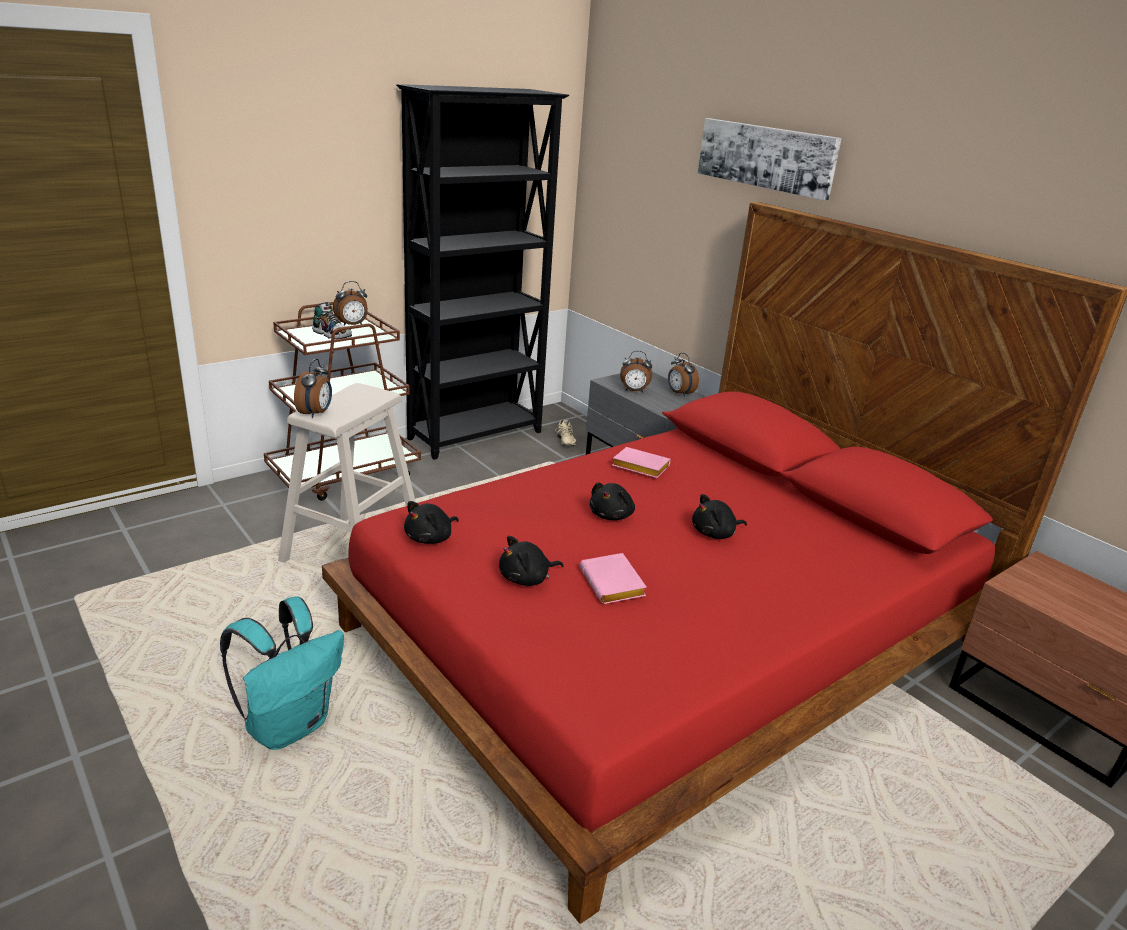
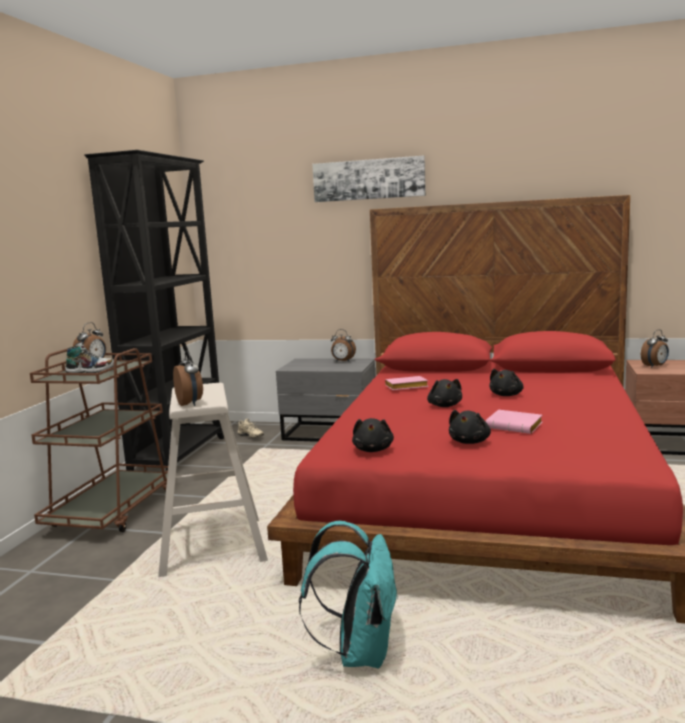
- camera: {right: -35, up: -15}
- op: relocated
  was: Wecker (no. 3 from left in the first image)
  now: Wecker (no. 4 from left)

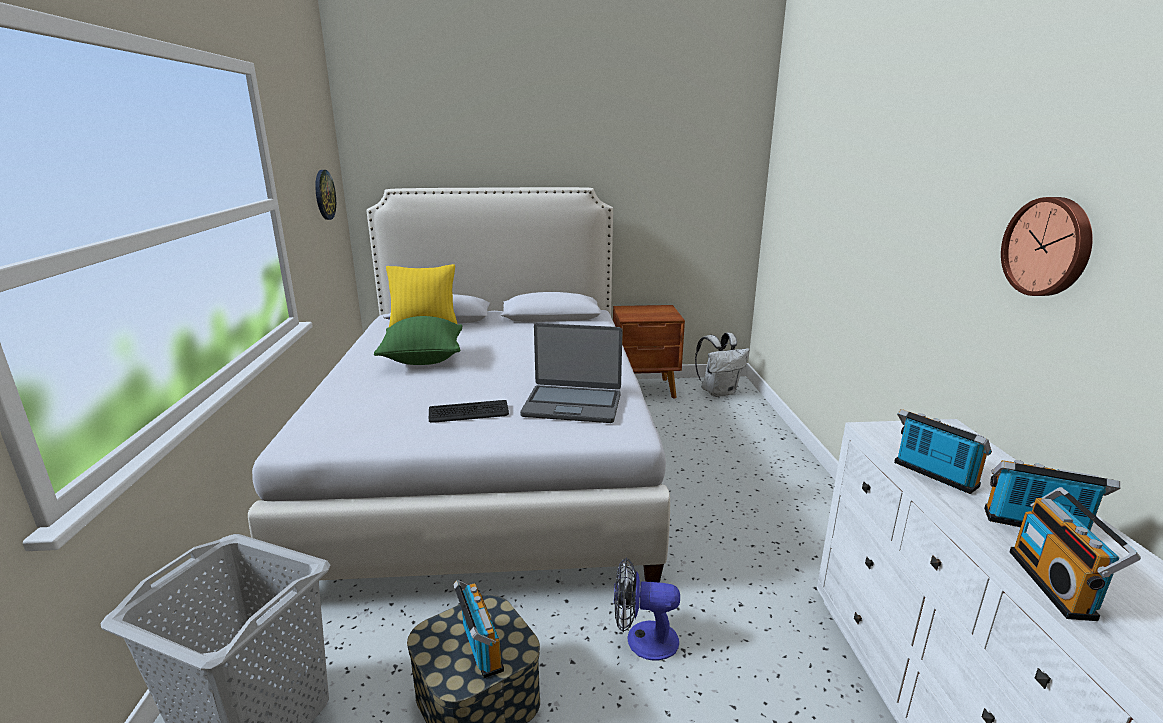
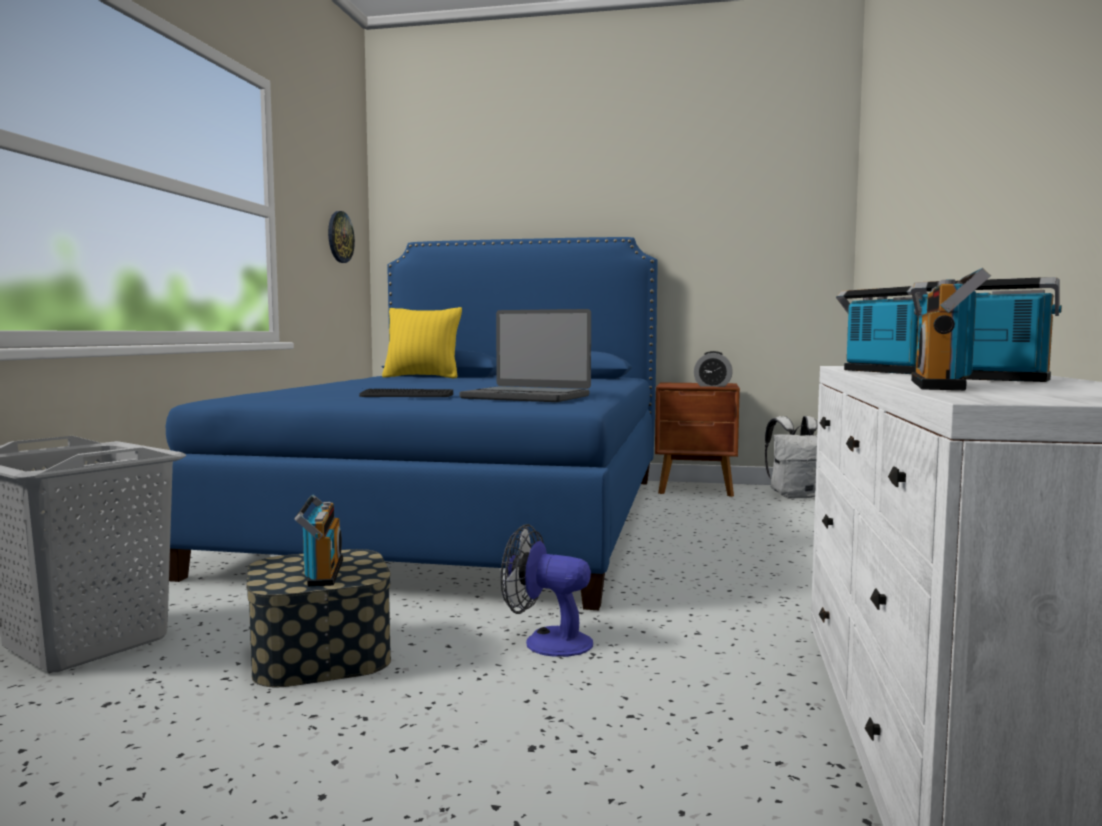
- camera: {right: 15, up: -15}
- op: colour
  was: Bett (weiß)
  now: Bett (blau)
- op: missing
  was: Wanduhr (no. 2 from left)
- op: missing
  was: Kissen (grün)
- op: appeared
  now: Wecker

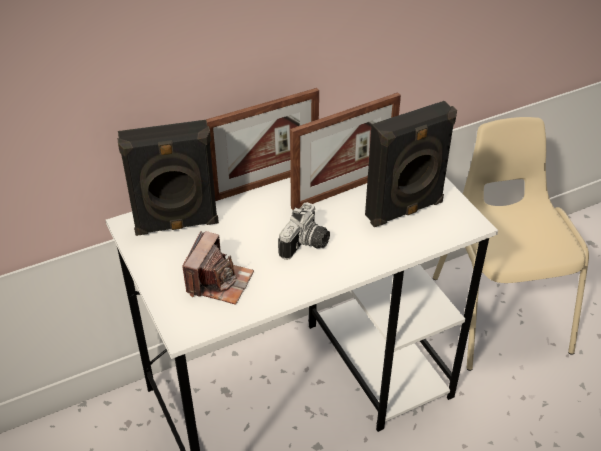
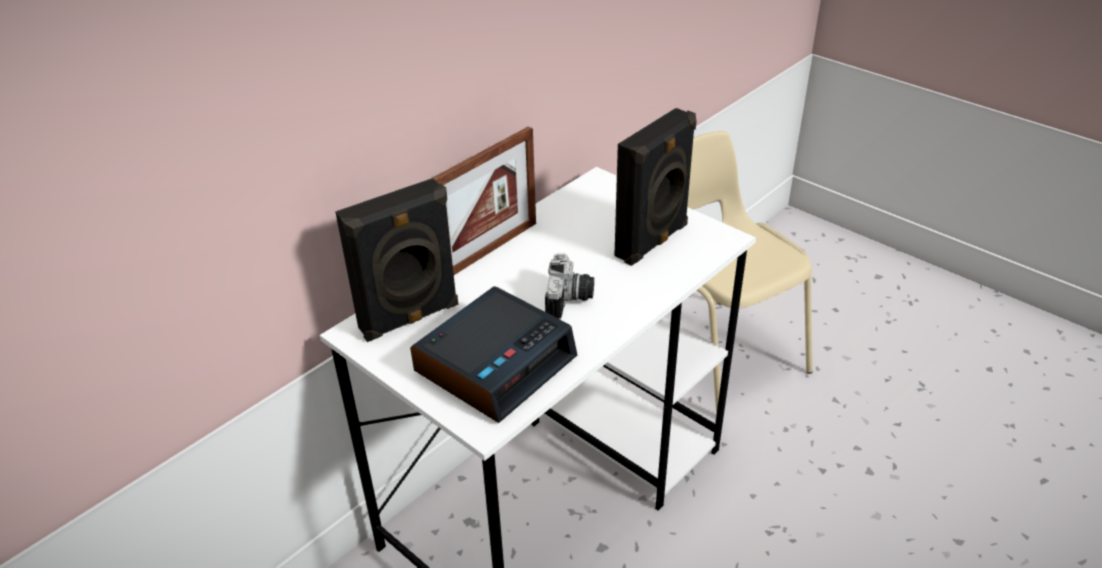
- camera: {right: -20, up: -5}
- op: missing
  was: Bilderrahmen (no. 2 from left)
- op: exchanged
  was: Kamera (no. 1 from left)
  now: Wecker

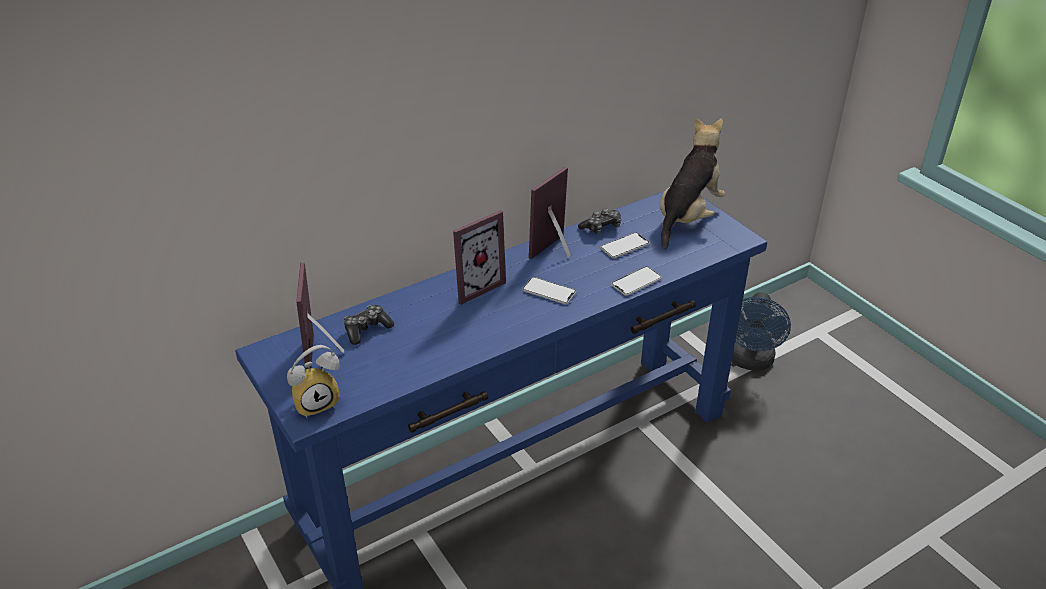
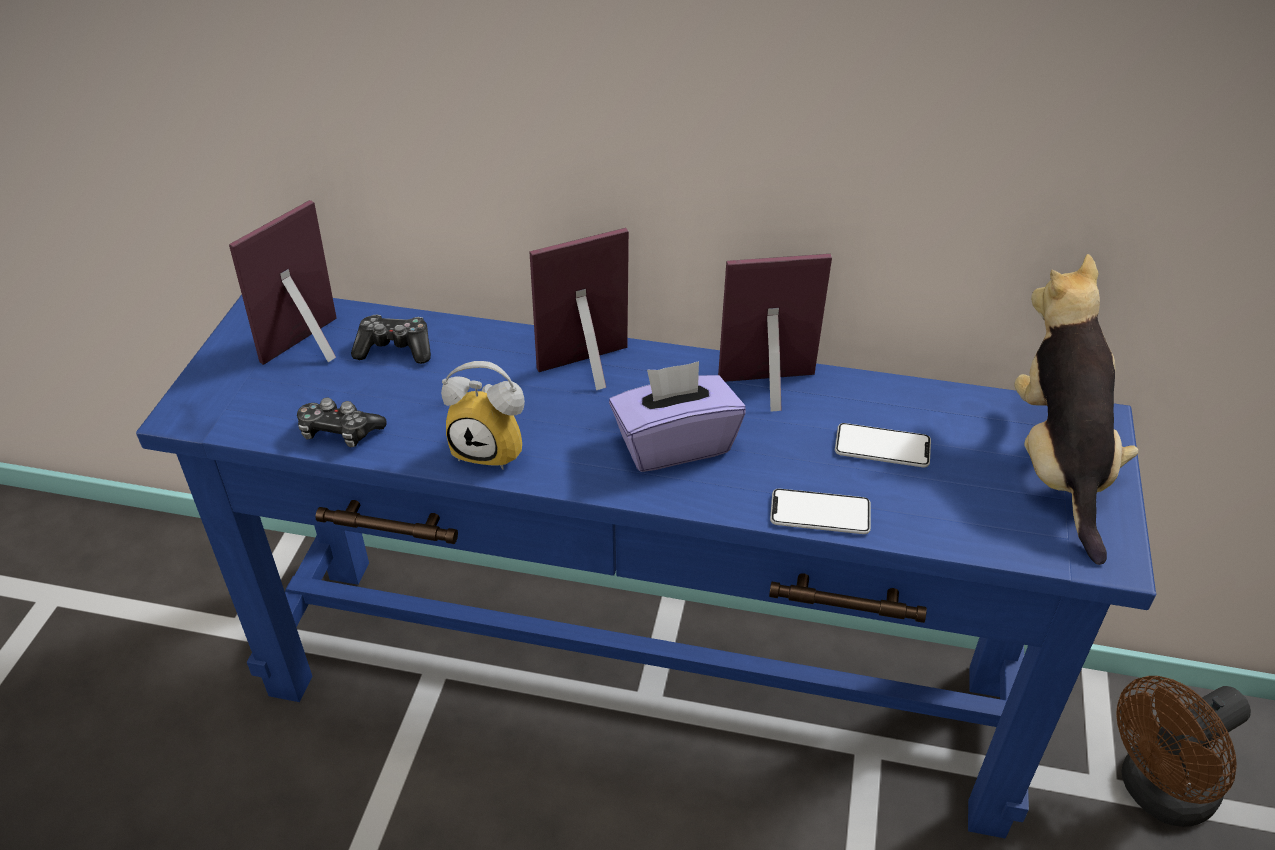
- camera: {right: 45, up: 5}
- op: spun
  was: Plüschtier
  clockwise: -75
- op: relocated
  was: Gamepad (no. 2 from left in the first image)
  now: Gamepad (no. 1 from left)
- op: spun
  was: Bilderrahmen (no. 2 from left)
  clockwise: 150
- op: exchanged
  was: Handy (no. 1 from left)
  now: Taschentuchbox (lila)
- op: colour
  was: Ventilator (blau)
  now: Ventilator (braun)
- op: relocated
  was: Wecker

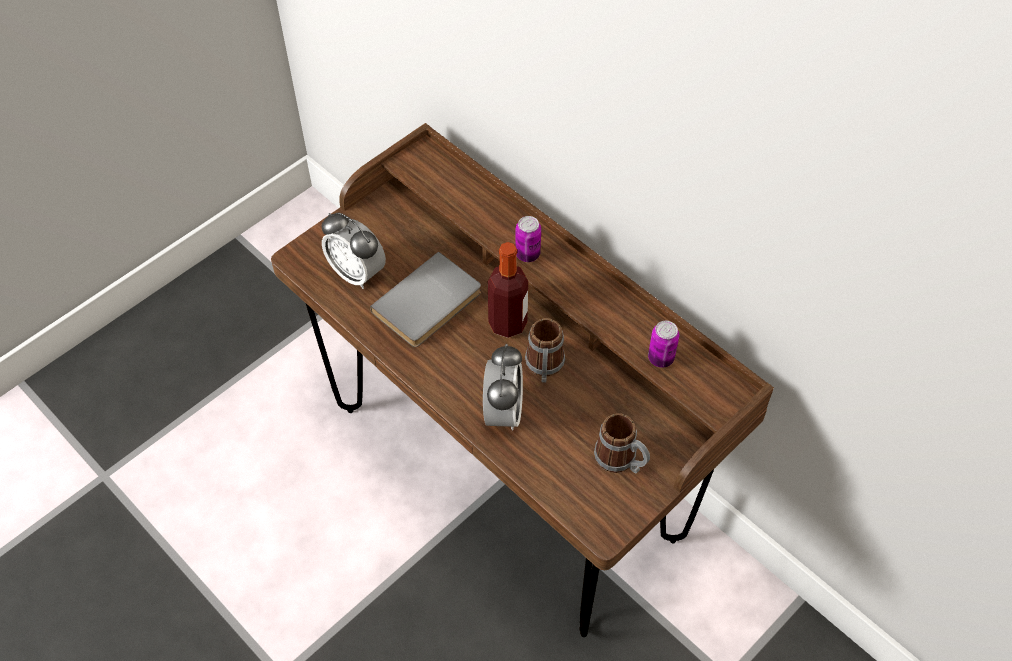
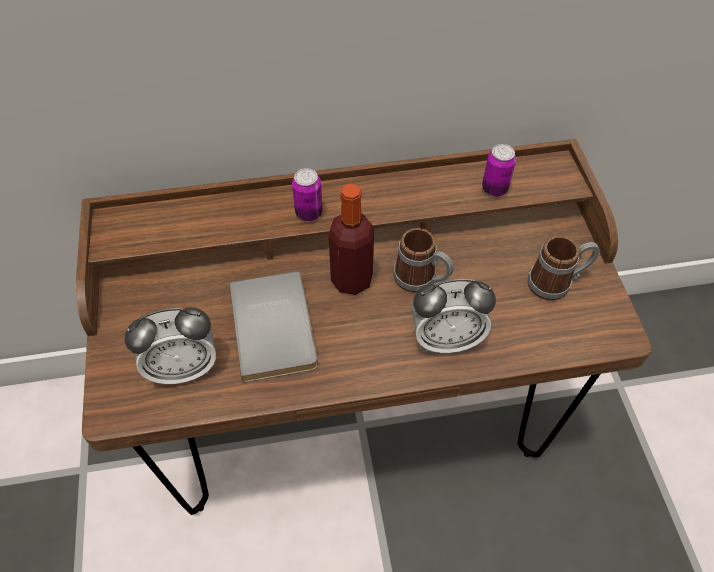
- camera: {right: -55, up: 0}
- op: spun
  was: Wecker (no. 2 from left)
  clockwise: 135

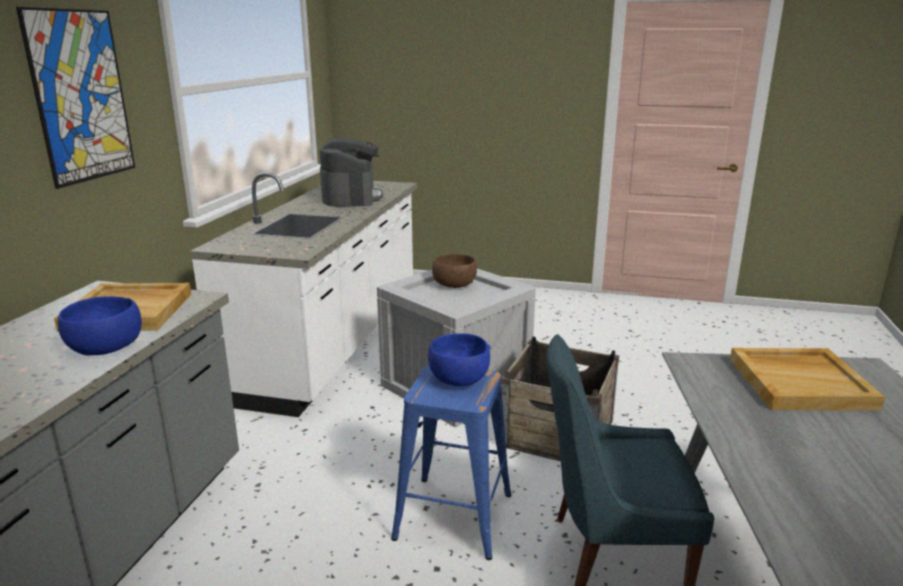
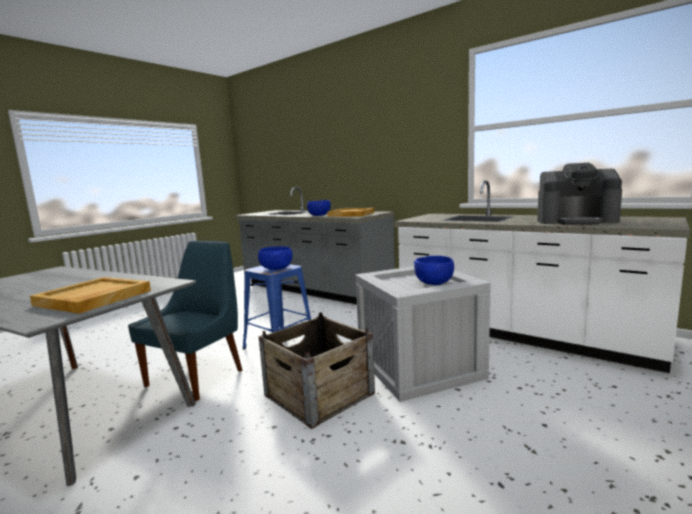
- camera: {right: 115, up: -10}
- op: missing
  was: Bild
- op: colour
  was: Schüssel (braun)
  now: Schüssel (blau) (no. 3 from left)

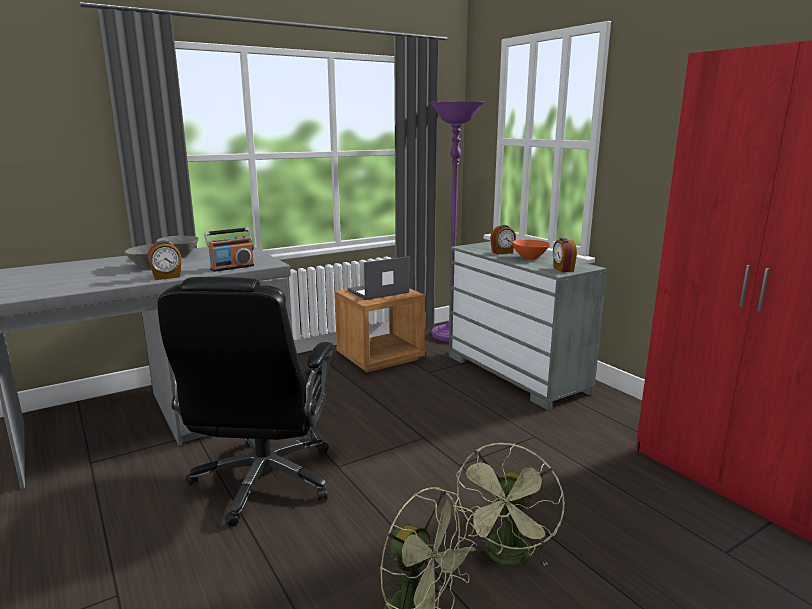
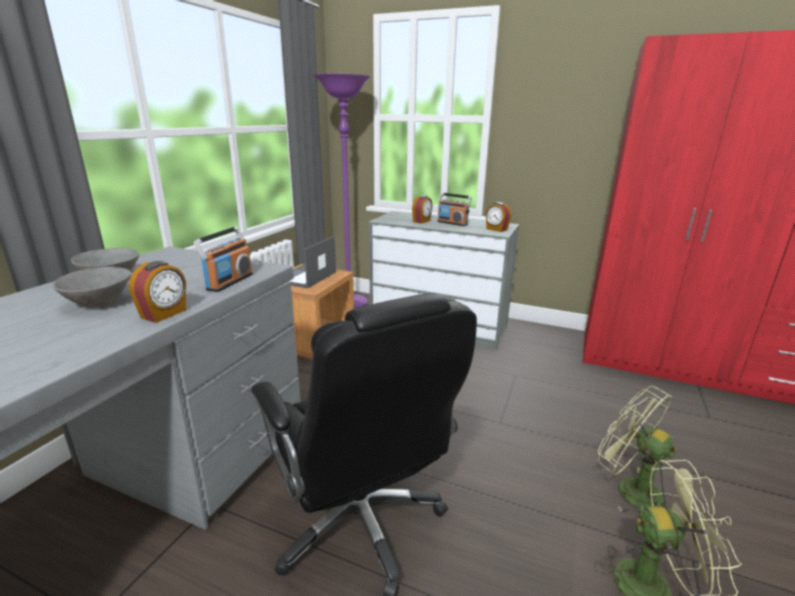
- camera: {right: -35, up: 5}
- op: exchanged
  was: Schüssel (orange)
  now: Radio (no. 2 from left)
- op: spun
  was: Ventilator (grün) (no. 2 from left in the first image)
  clockwise: 150

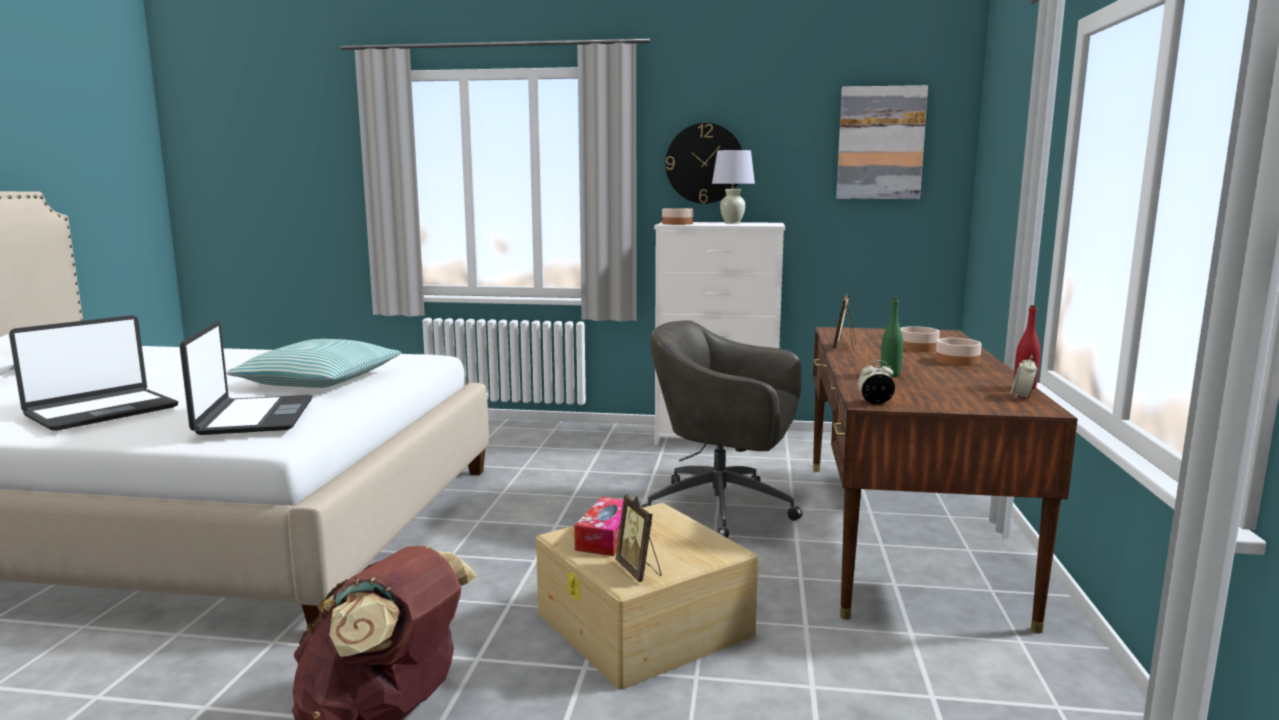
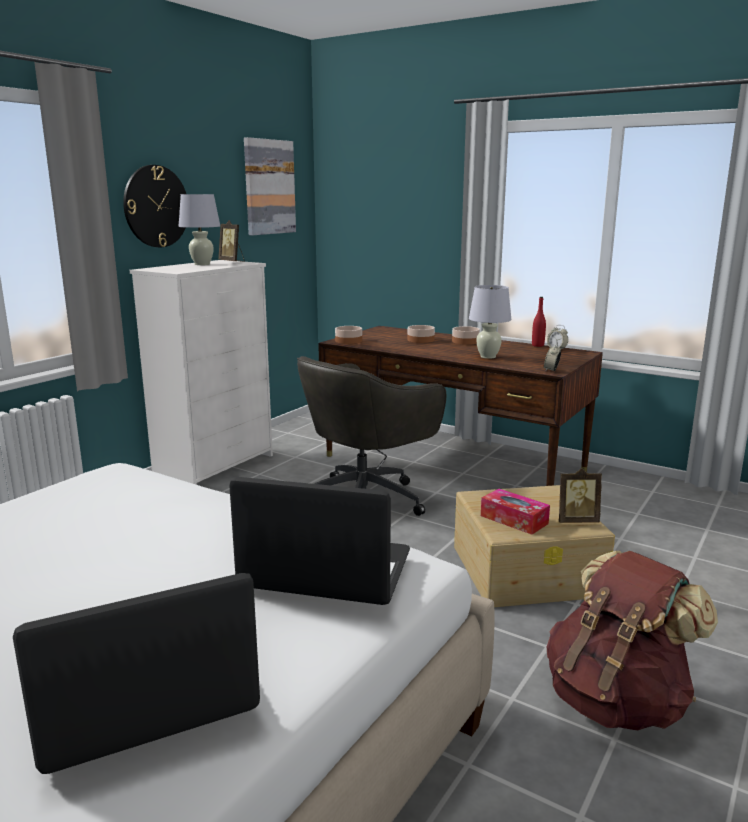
- camera: {right: -65, up: 5}
- op: relocated
  was: Schüssel (no. 1 from left)
- op: relocated
  was: Bilderrahmen (no. 2 from left in the first image)
  now: Bilderrahmen (no. 1 from left)
- op: exchanged
  was: Flasche (grün)
  now: Tischlampe (weiß) (no. 2 from left)
- op: spun
  was: Laptop (no. 1 from left)
  clockwise: -90
- op: missing
  was: Kissen

